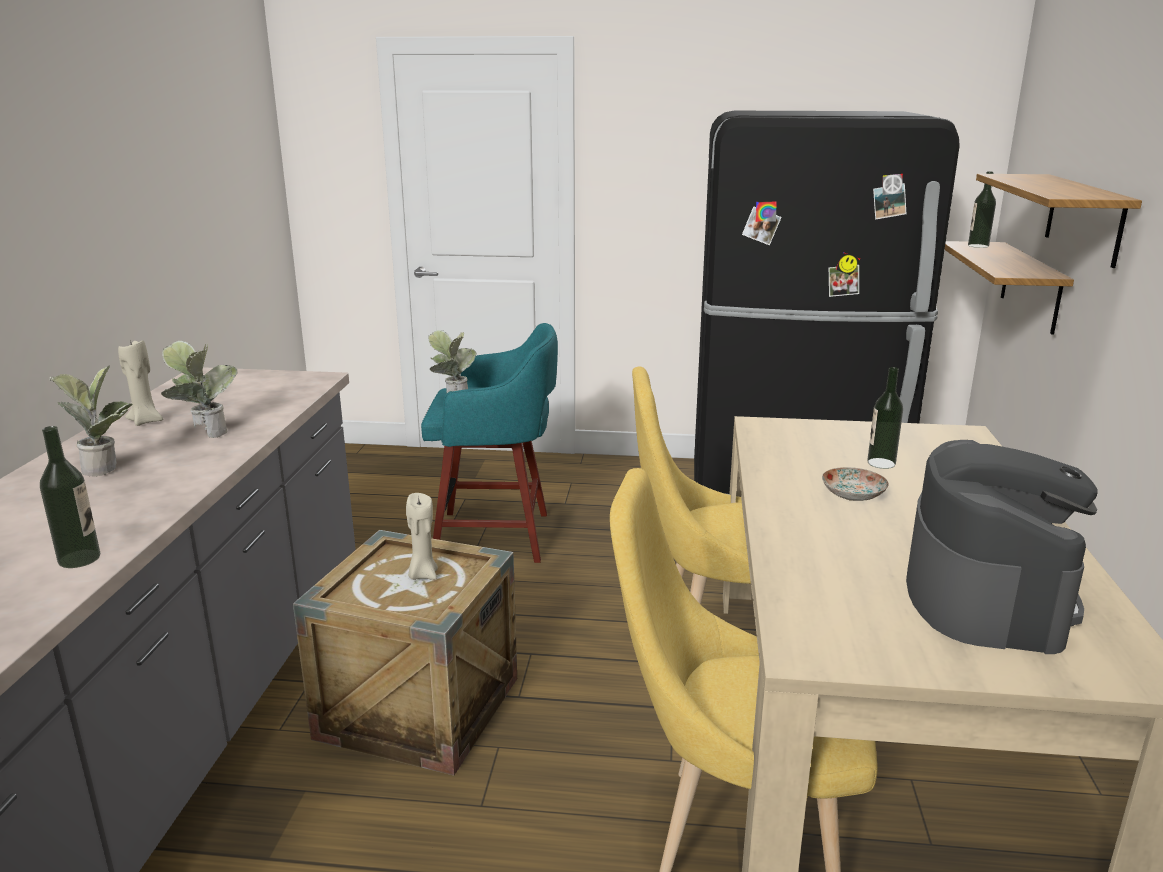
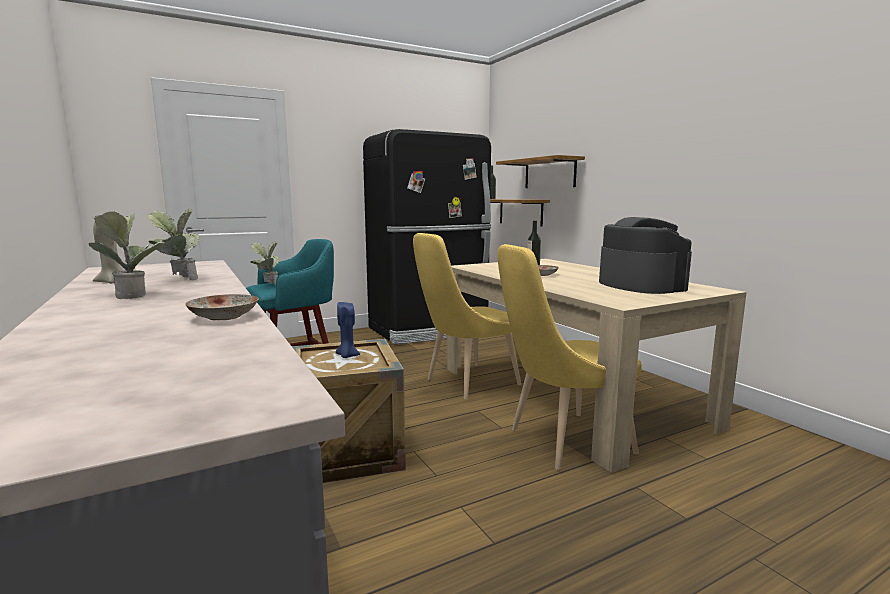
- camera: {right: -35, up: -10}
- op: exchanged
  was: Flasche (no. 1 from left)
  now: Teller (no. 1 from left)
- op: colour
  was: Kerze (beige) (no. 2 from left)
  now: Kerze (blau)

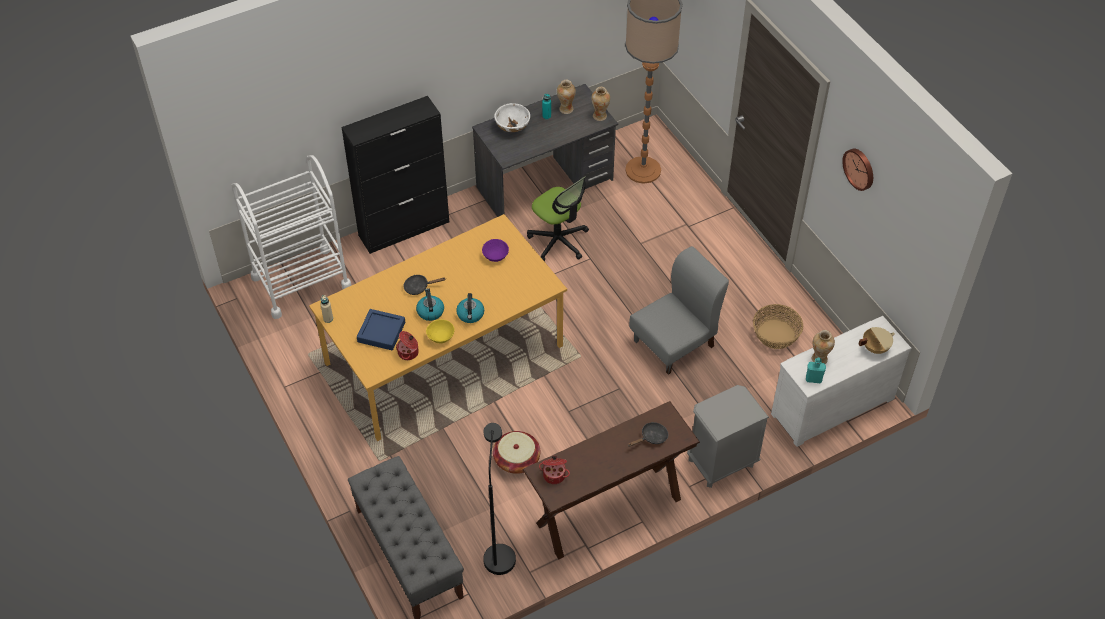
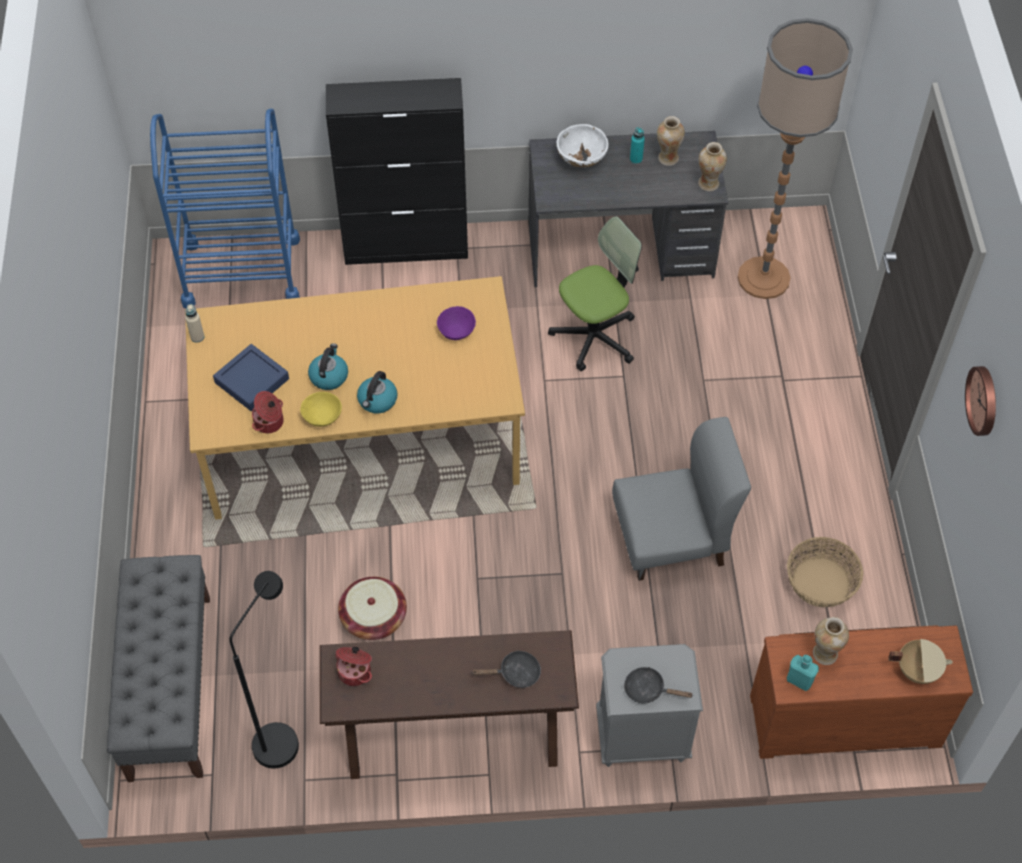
- camera: {right: 25, up: 5}
- op: colour
  was: Rollwagen (weiß)
  now: Rollwagen (blau)
- op: spun
  was: Bürostuhl
  clockwise: -105
- op: relocated
  was: Pfanne (schwarz) (no. 1 from left in the first image)
  now: Pfanne (schwarz) (no. 2 from left)
- op: colour
  was: Kommode (weiß)
  now: Kommode (braun)

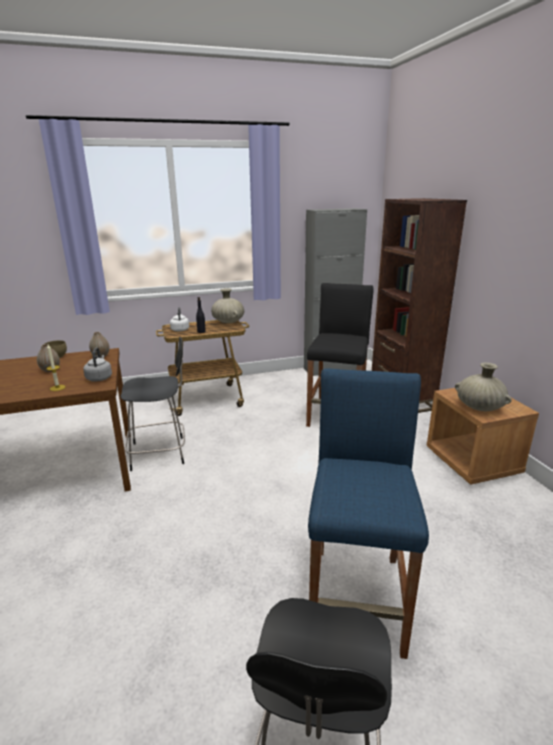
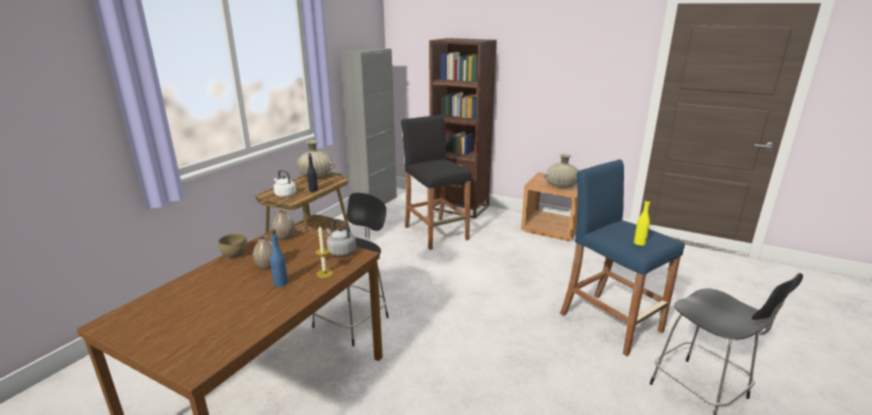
- camera: {right: -45, up: 0}
- op: appeared
  now: Flasche (gelb)
- op: appeared
  now: Flasche (blau)

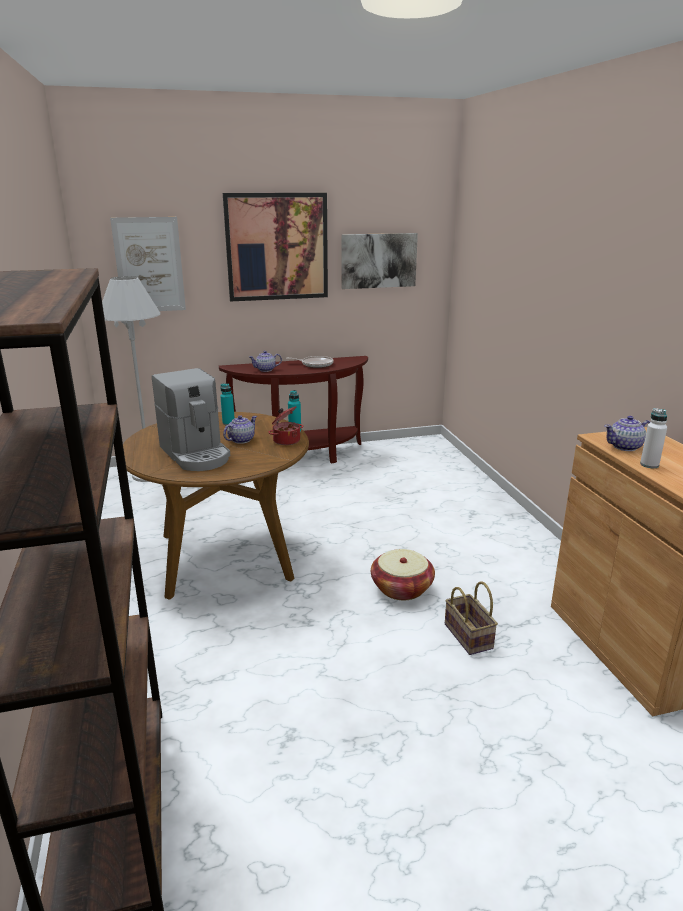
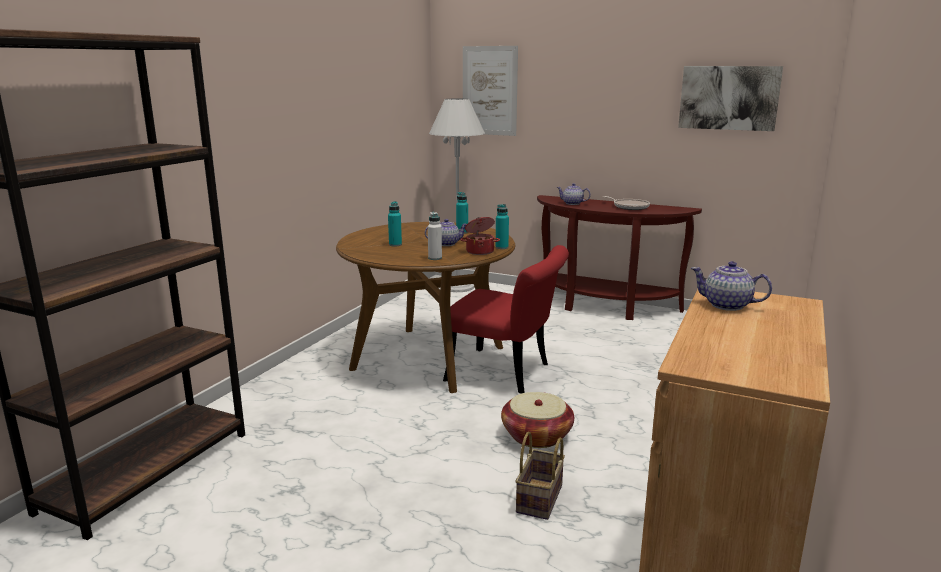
- camera: {right: 40, up: -5}
- op: missing
  was: Bild (no. 2 from left)
- op: exchanged
  was: Kaffeemaschine
  now: Flasche (türkis) (no. 1 from left)
- op: relocated
  was: Flasche (weiß)
- op: appeared
  now: Stuhl (rot)

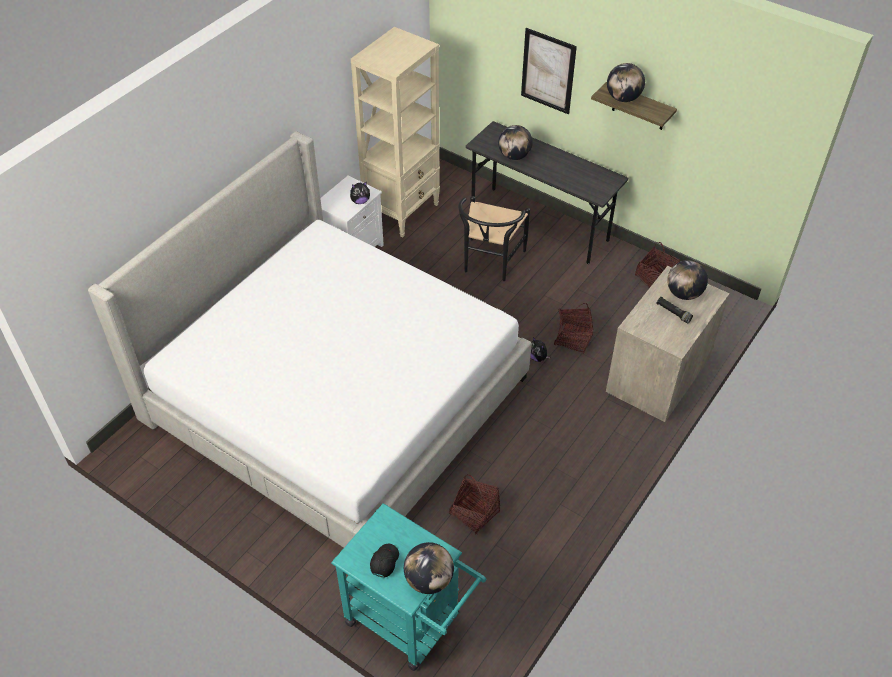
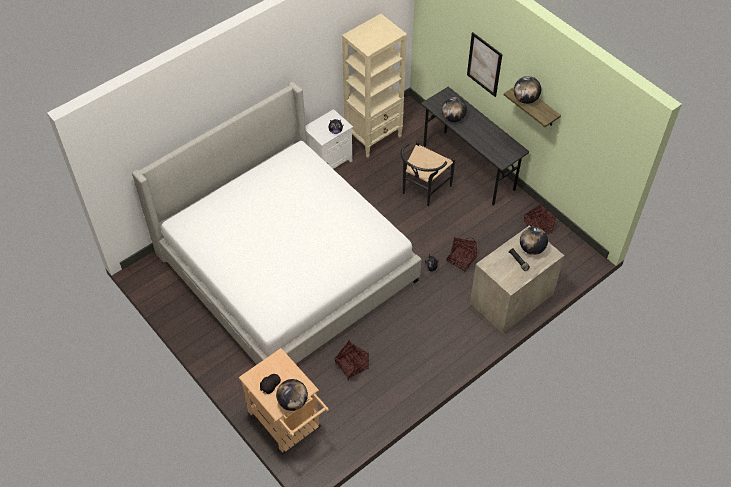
- camera: {right: 15, up: 5}
- op: colour
  was: Rollwagen (türkis)
  now: Rollwagen (beige)

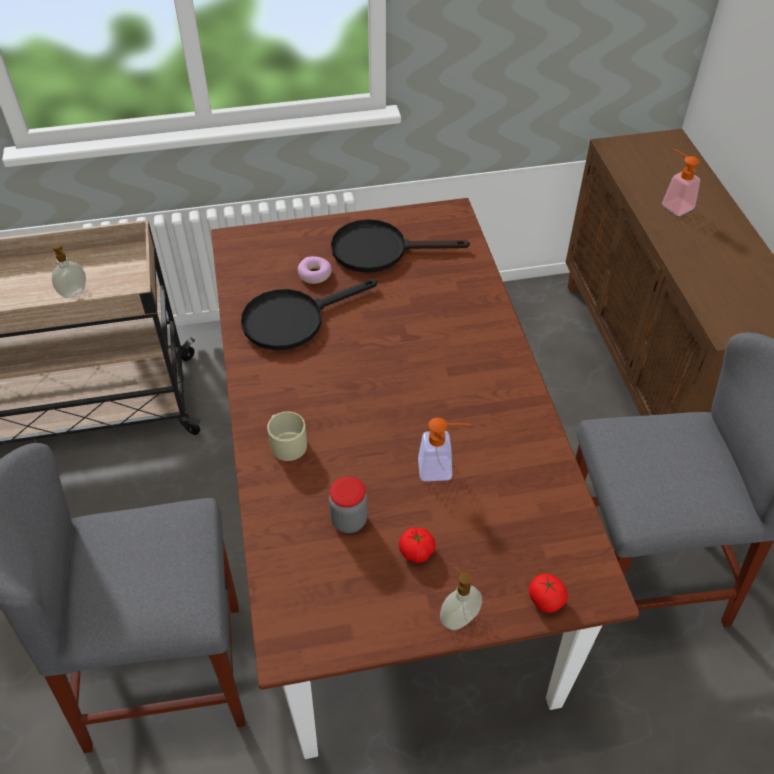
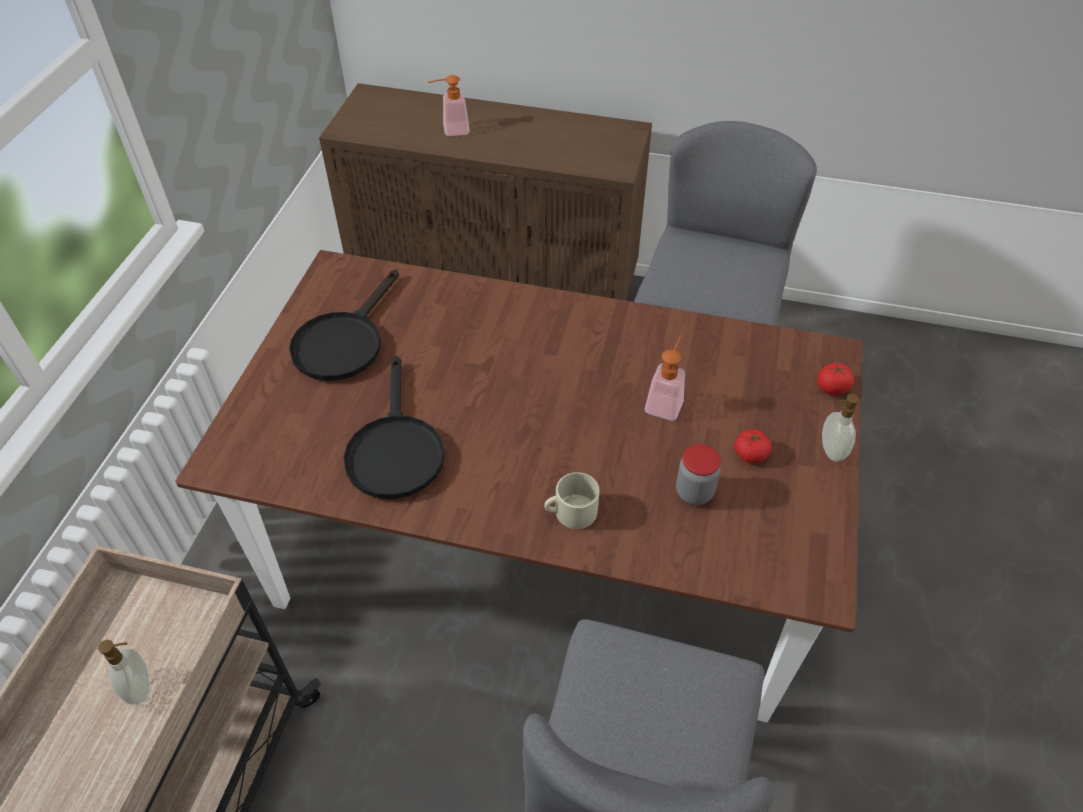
- camera: {right: -65, up: 0}
- op: missing
  was: Donut

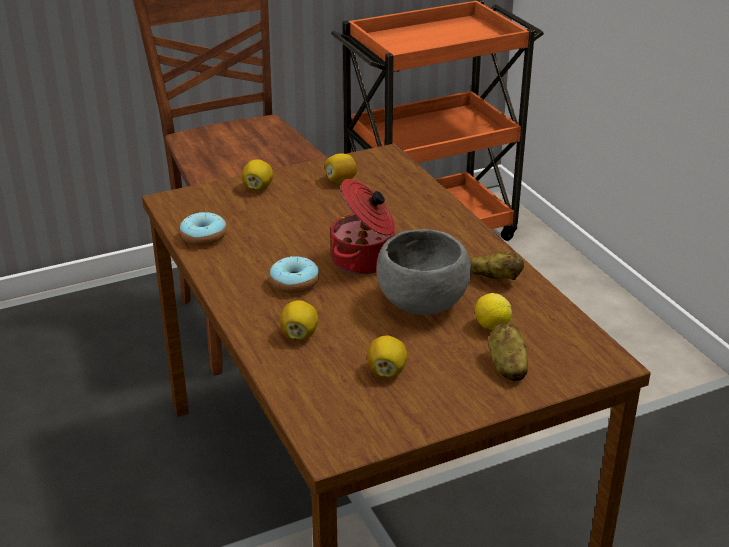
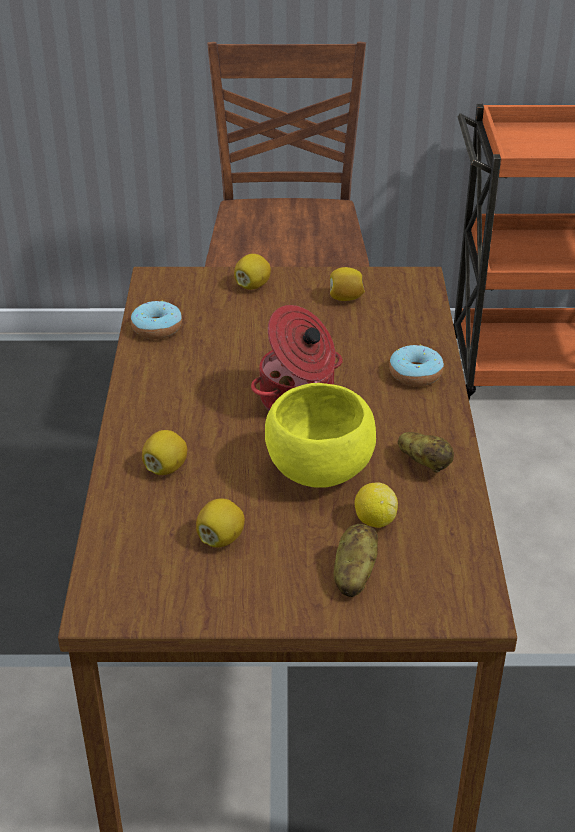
- camera: {right: 25, up: 5}
- op: colour
  was: Schüssel (grau)
  now: Schüssel (gelb)
- op: relocated
  was: Donut (no. 2 from left)

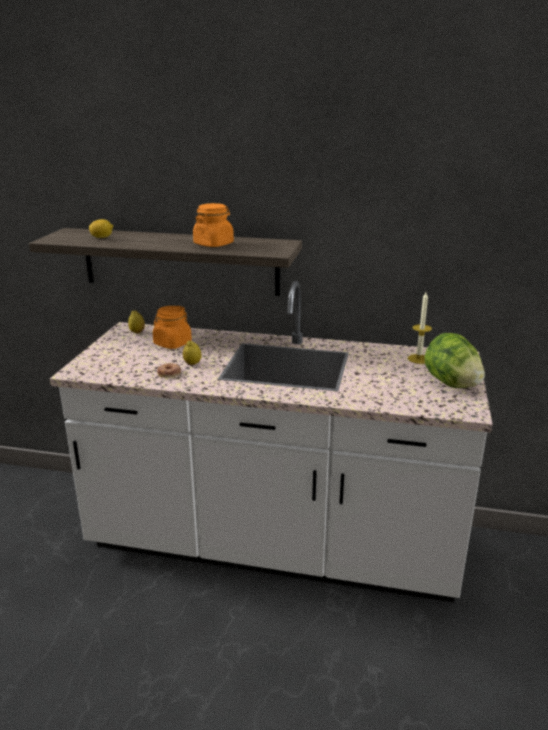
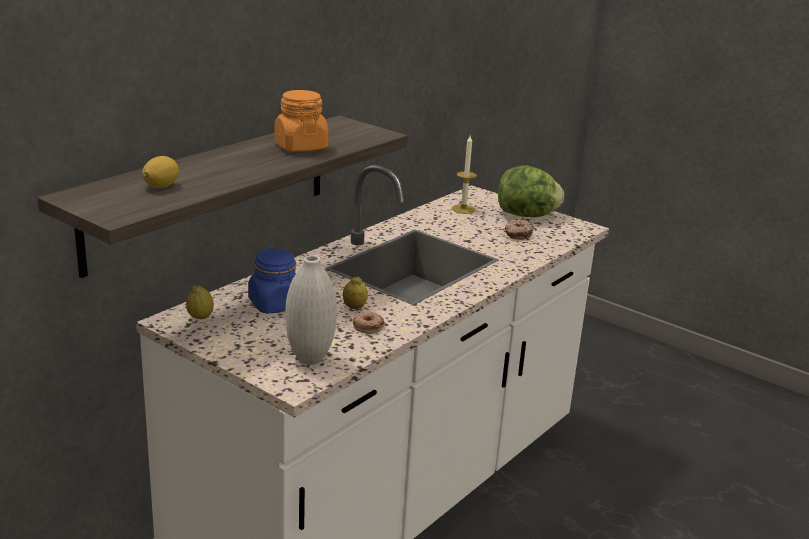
- camera: {right: -65, up: 0}
- op: colour
  was: Vorratsglas (orange) (no. 1 from left)
  now: Vorratsglas (blau)
- op: appeared
  now: Donut (no. 2 from left)
- op: appeared
  now: Vase (weiß)

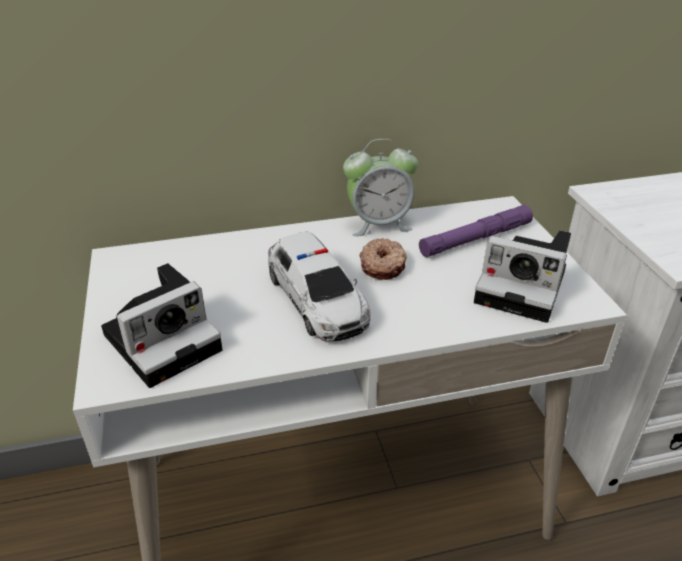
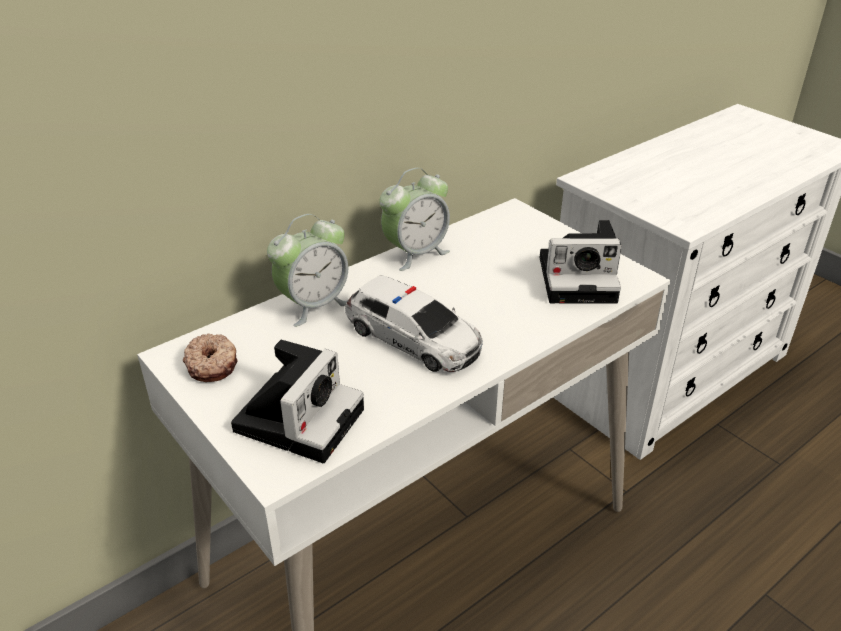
- camera: {right: -25, up: 0}
- op: missing
  was: Taschenlampe (lila)
- op: relocated
  was: Donut
- op: appeared
  now: Wecker (no. 1 from left)

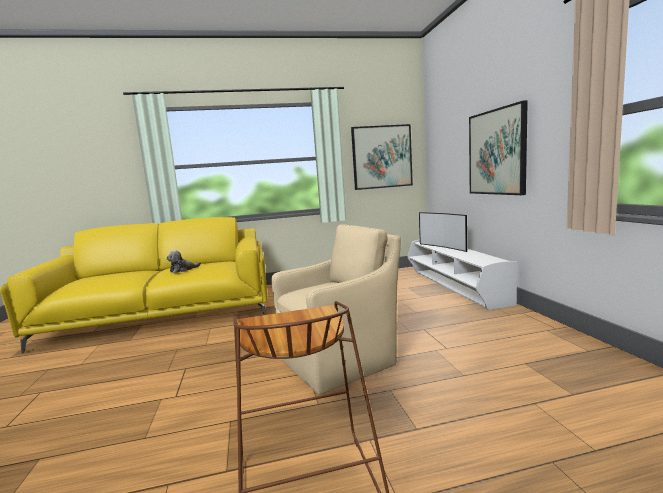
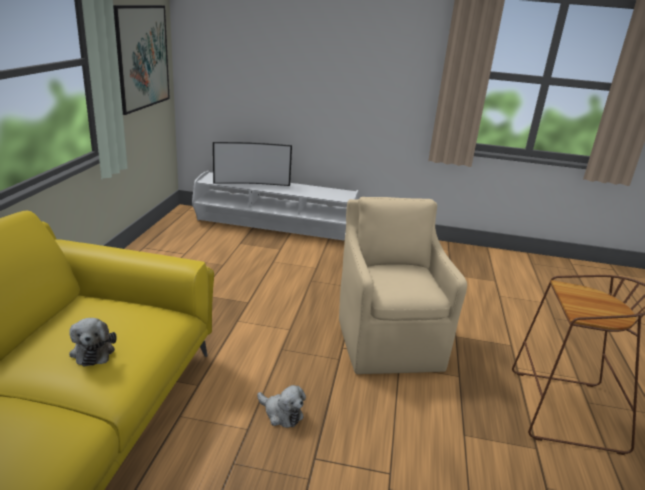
- camera: {right: -70, up: 15}
- op: missing
  was: Bild (no. 2 from left)
- op: appeared
  now: Plüschtier (no. 2 from left)

